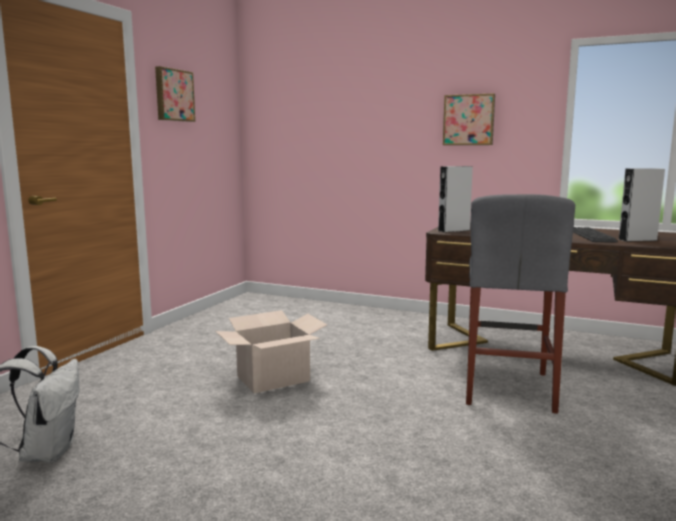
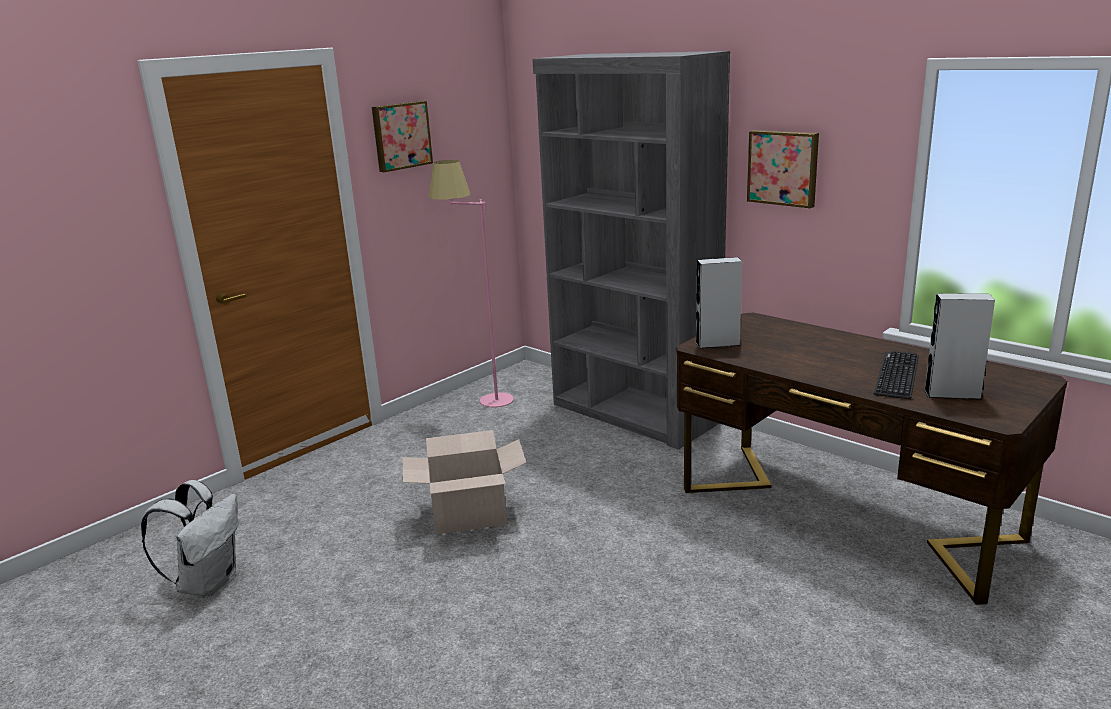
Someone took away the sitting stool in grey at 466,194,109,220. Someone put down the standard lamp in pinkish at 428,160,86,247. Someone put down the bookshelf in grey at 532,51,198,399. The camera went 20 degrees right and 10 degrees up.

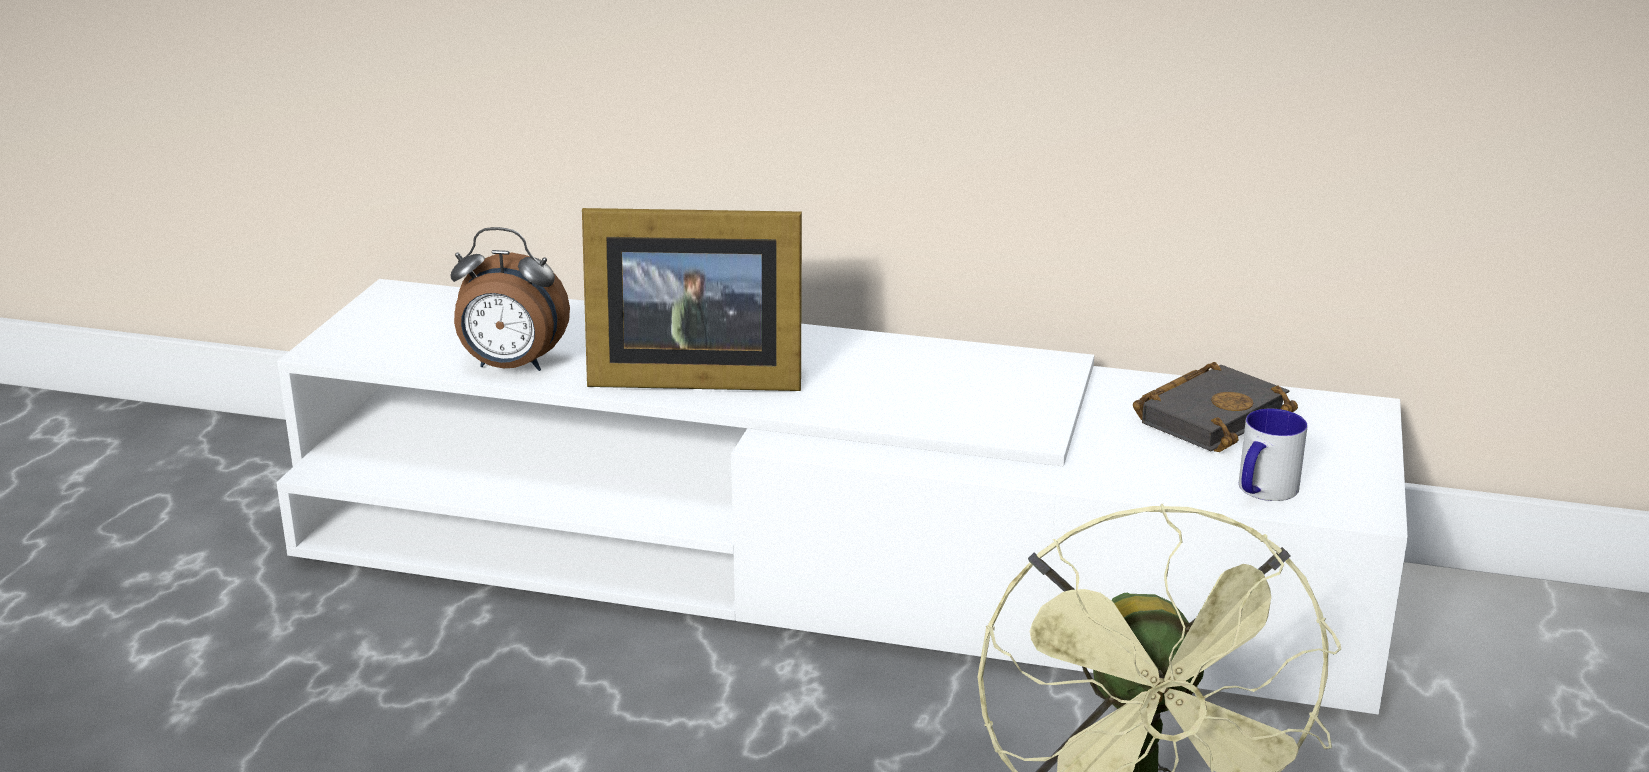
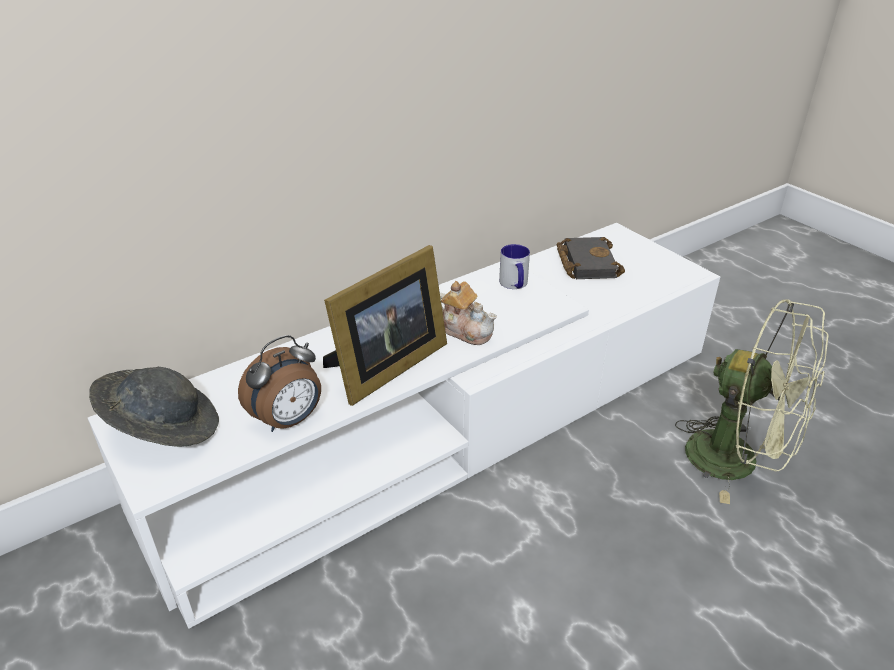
Someone carried the coffee mug from 1239,409,69,92 to 499,244,31,45. Someone put down the clothing hat in grey at 89,367,130,80. Someone put down the pot for tea at 440,281,57,64. The camera went 50 degrees left and 10 degrees up.

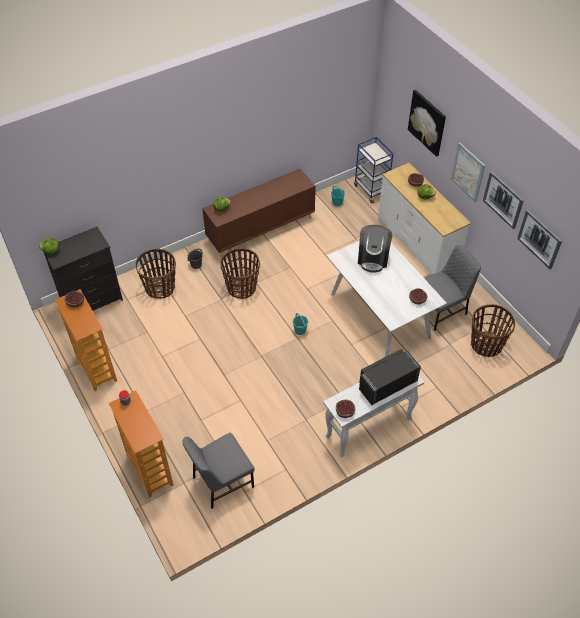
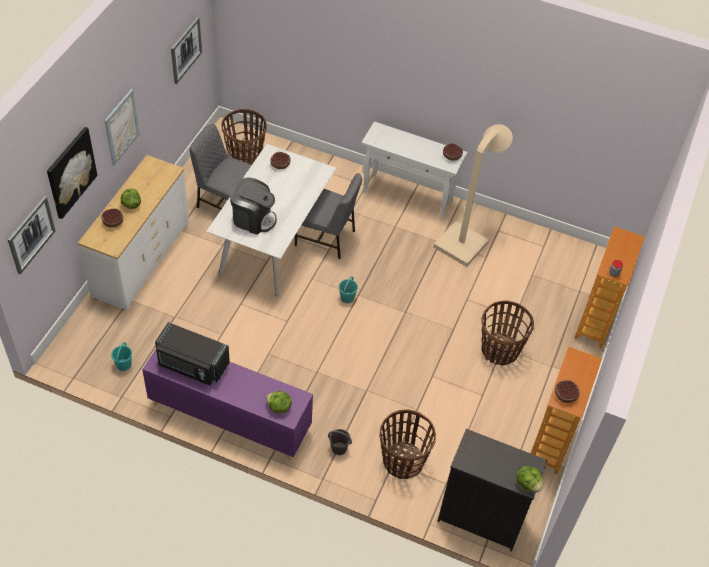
Someone carried the upright chair in grey from 182,433,73,76 to 295,173,67,86. Someone repainted the storage cabinet in brownish at 202,169,114,89, which became the storage cabinet in purplish at 142,349,171,112. Someone carried the household basket from 220,248,40,51 to 481,301,53,64. Someone took away the wheeled cart in blue at 354,137,39,66. Someone rotated the coffee maker at 358,225,34,48 by 45 degrees clockwise. Someone carried the kitchen microwave in black-coloured from 359,349,62,57 to 155,322,75,63. Someone carried the wall art from 483,171,41,58 to 8,196,47,79. Someone put down the standard lamp in sand-coloured at 433,124,80,143. The camera went 130 degrees left and 0 degrees up.

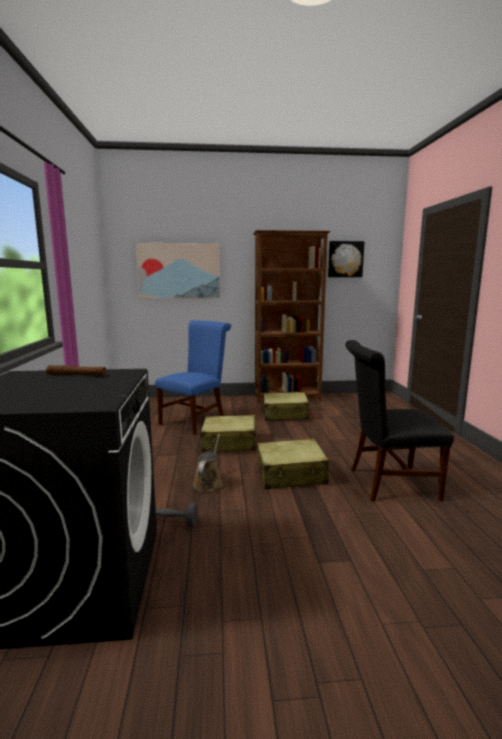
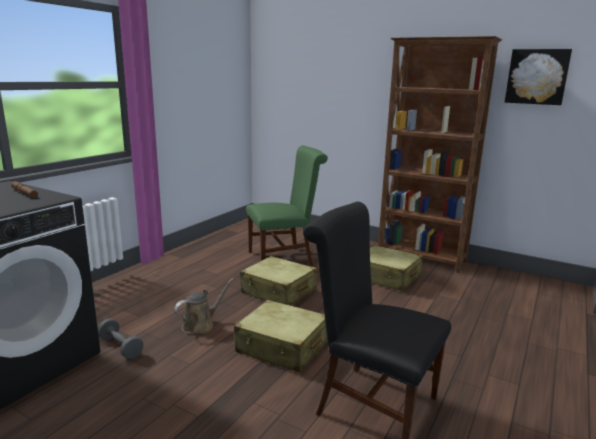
Someone took away the wall art at 136,243,84,55. Someone repainted the upright chair in blue at 155,320,76,115, which became the upright chair in greenish at 246,145,82,121. The camera went 35 degrees right and 5 degrees up.

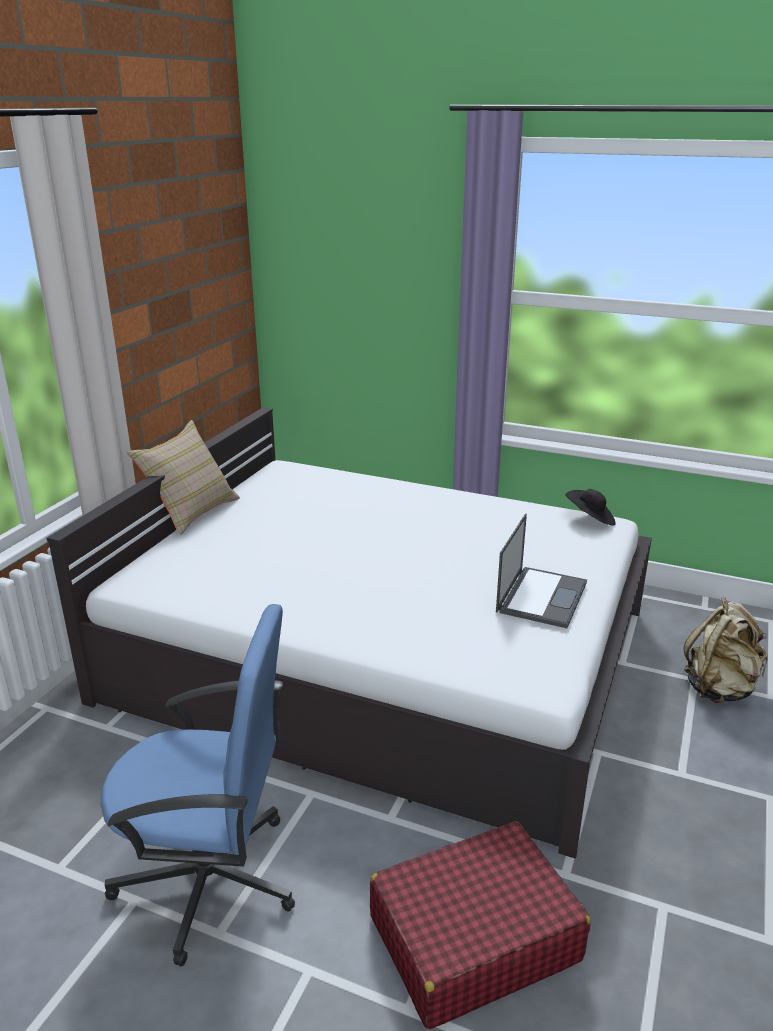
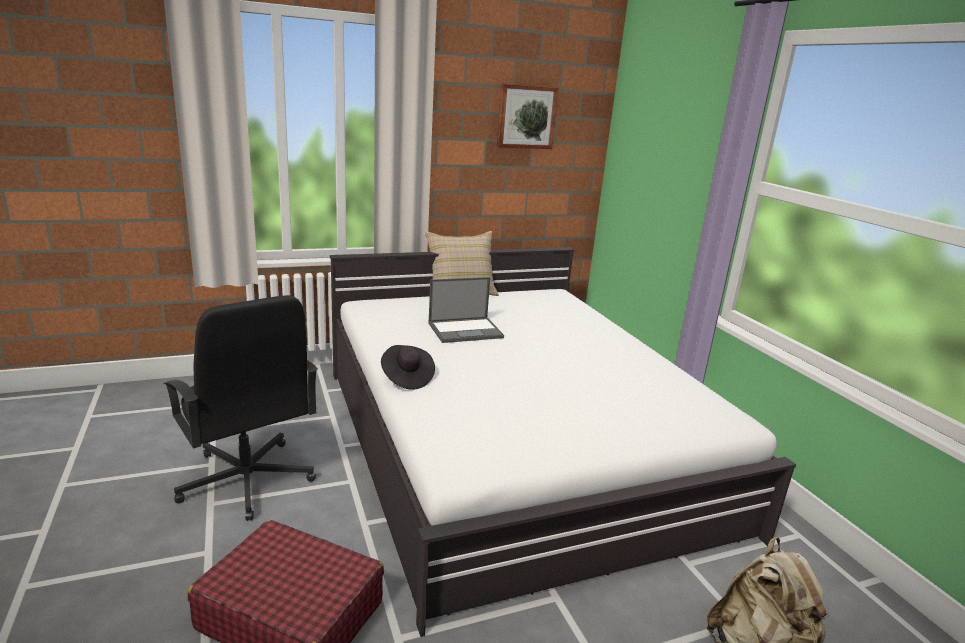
Someone repainted the office chair in blue at 101,604,194,363, which became the office chair in black-coloured at 164,295,154,226. Someone carried the notebook computer from 496,514,91,114 to 428,277,76,66. Someone carried the clothing hat in black-coloured from 565,489,51,37 to 381,345,54,45. Someone put up the wall art at 497,84,62,65. The camera went 45 degrees right and 5 degrees down.

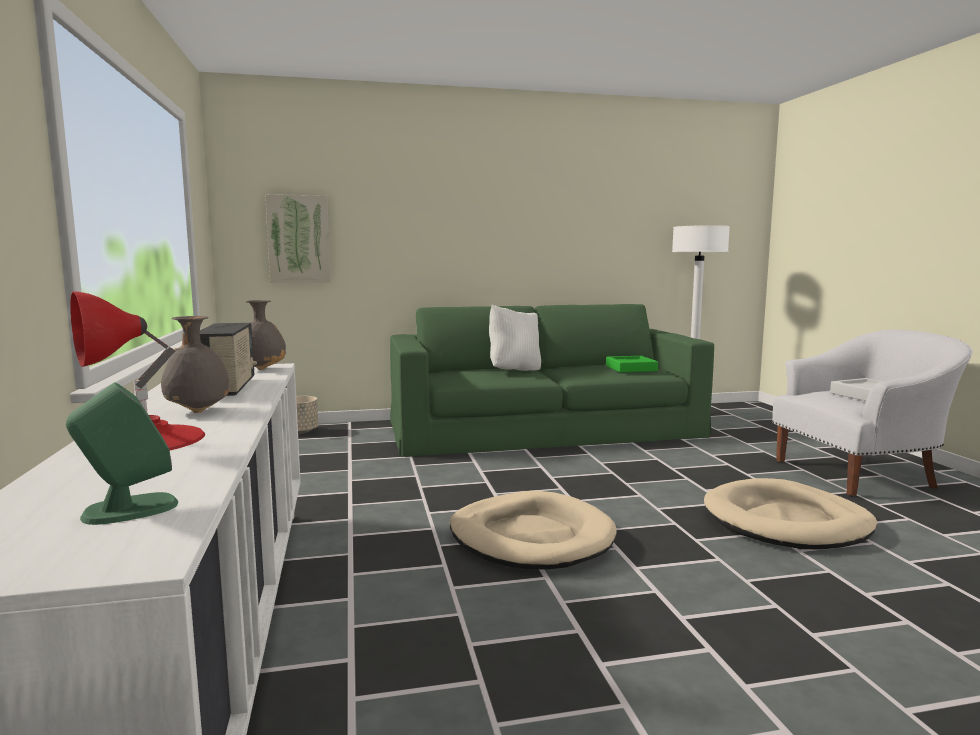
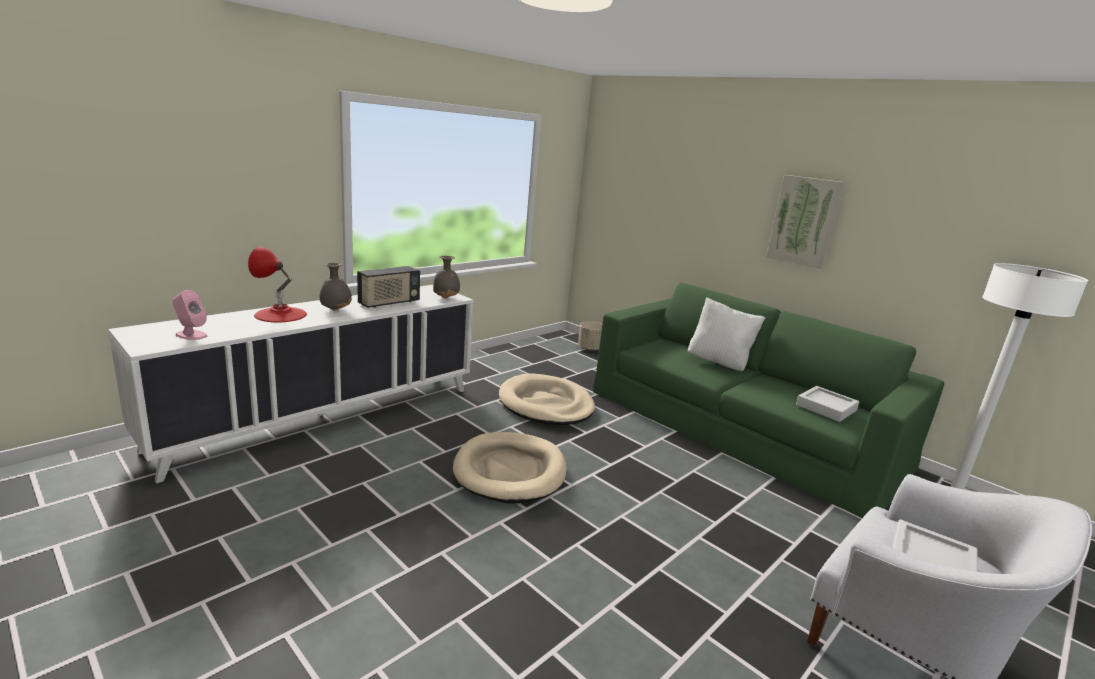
Someone repainted the speaker in greenish at 66,383,112,142, which became the speaker in pinkish at 172,290,36,50. Someone carried the wall art from 265,194,66,89 to 766,175,79,94. Someone repainted the serving tray in greenish at 606,356,52,16, which became the serving tray in grey at 796,386,63,36. Someone carried the dog bed in sand-coloured from 704,478,173,72 to 499,373,96,52. The camera went 55 degrees right and 10 degrees up.

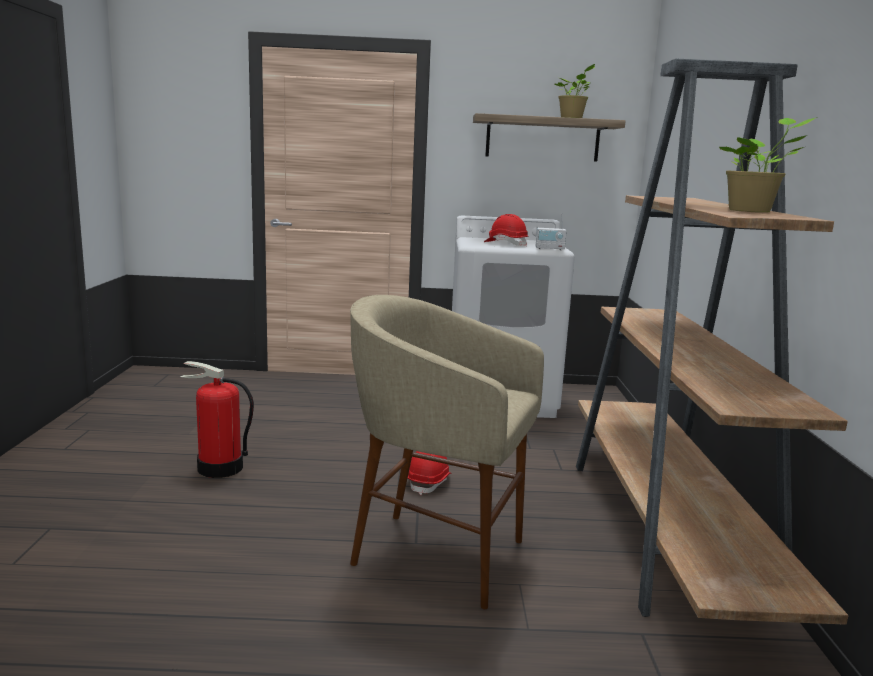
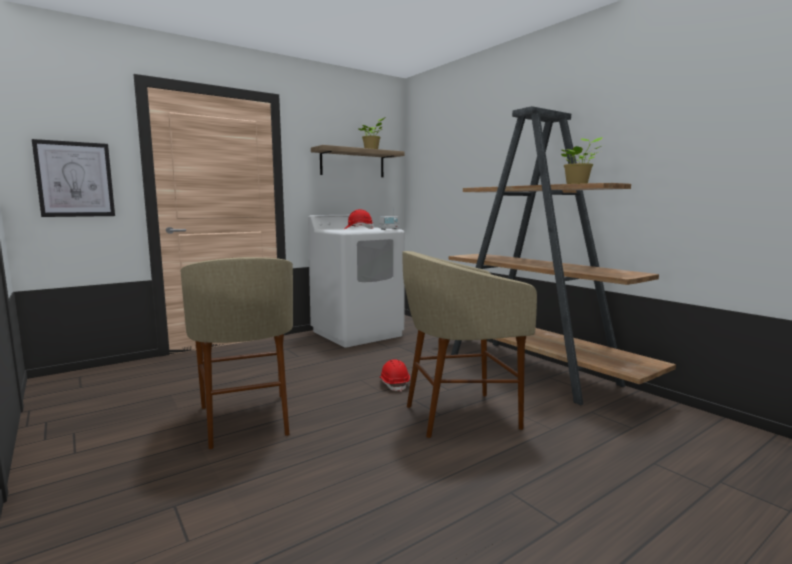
Someone swapped the fire extinguisher at 181,361,73,117 for the sitting stool in sand-coloured at 181,257,112,192. Someone put up the wall art at 32,139,83,78. The camera went 35 degrees left and 5 degrees down.

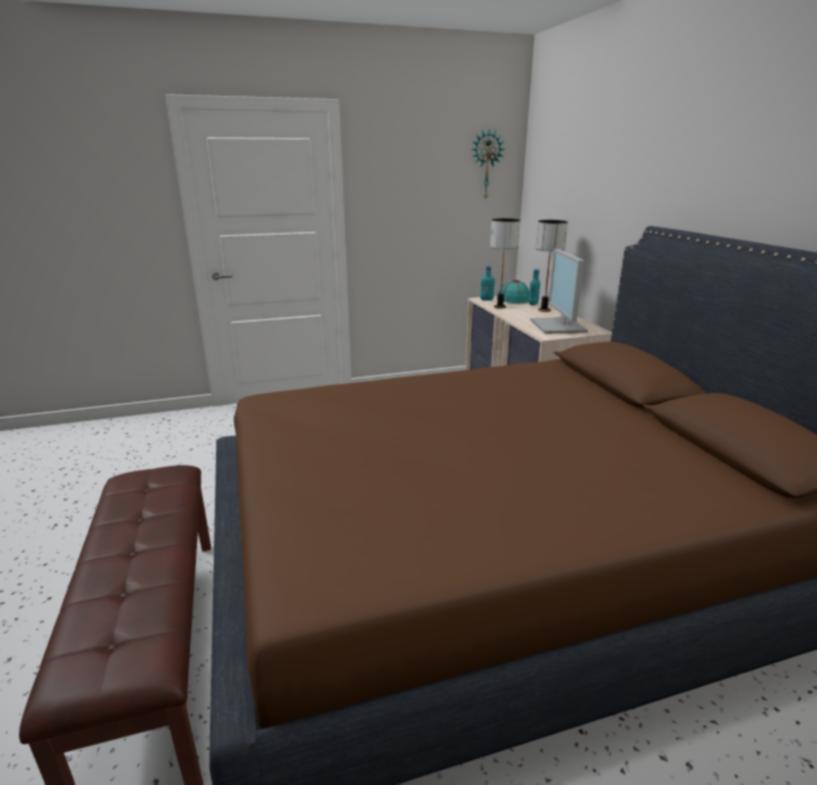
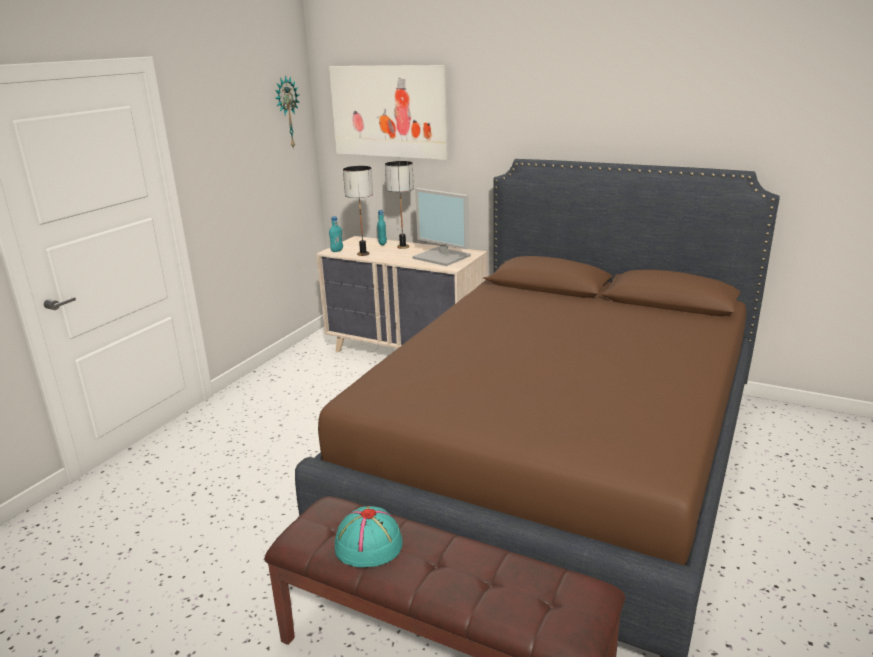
Someone carried the clothing hat in turquoise-coloured from 497,280,33,23 to 335,506,68,62. Someone put up the wall art at 329,65,120,95. The camera went 45 degrees left and 0 degrees up.

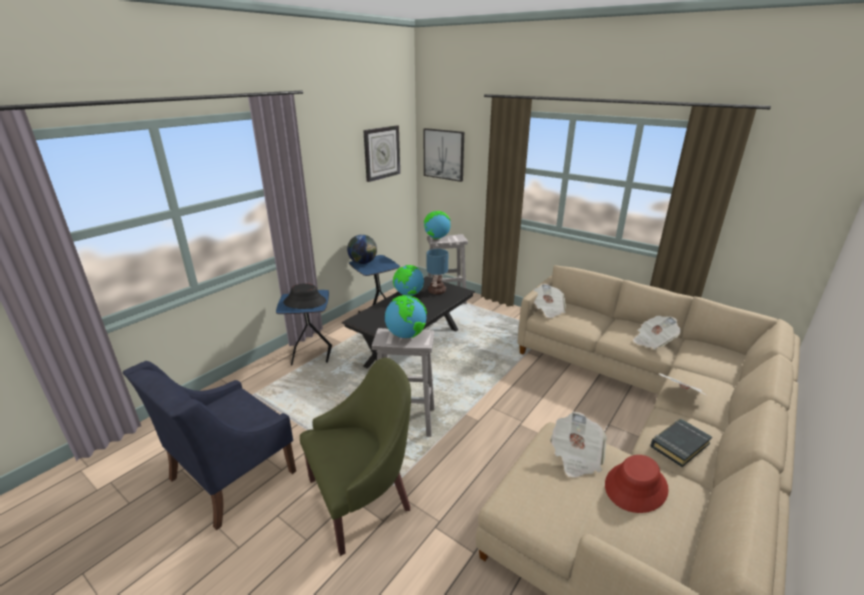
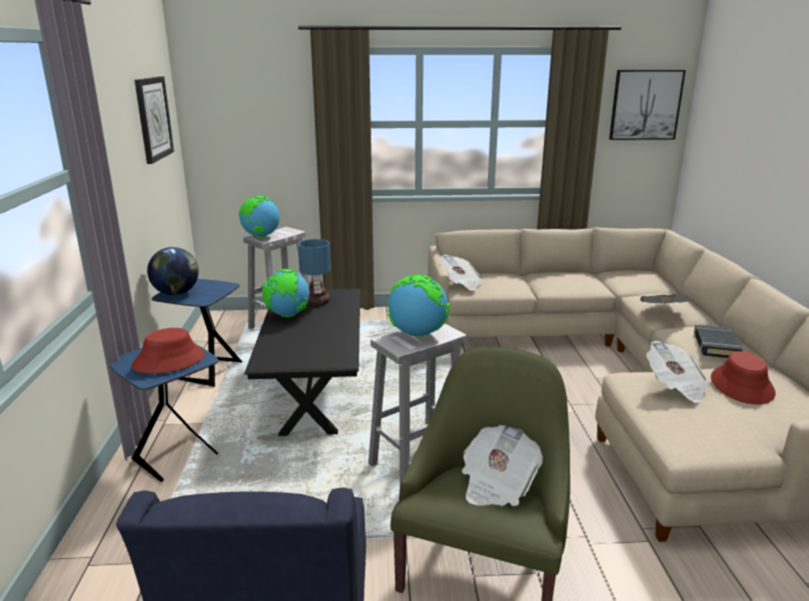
Someone repainted the clothing hat in black-coloured at 283,283,43,26, which became the clothing hat in reddish at 131,328,74,46. Someone carried the wall art from 423,128,41,54 to 609,70,77,70. Someone carried the daily paper from 633,316,48,33 to 462,425,81,81. The camera went 40 degrees left and 5 degrees down.

